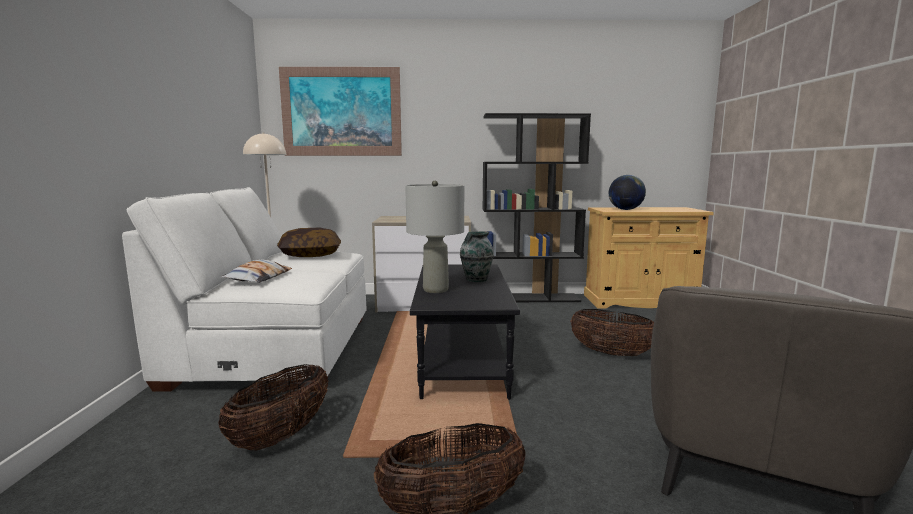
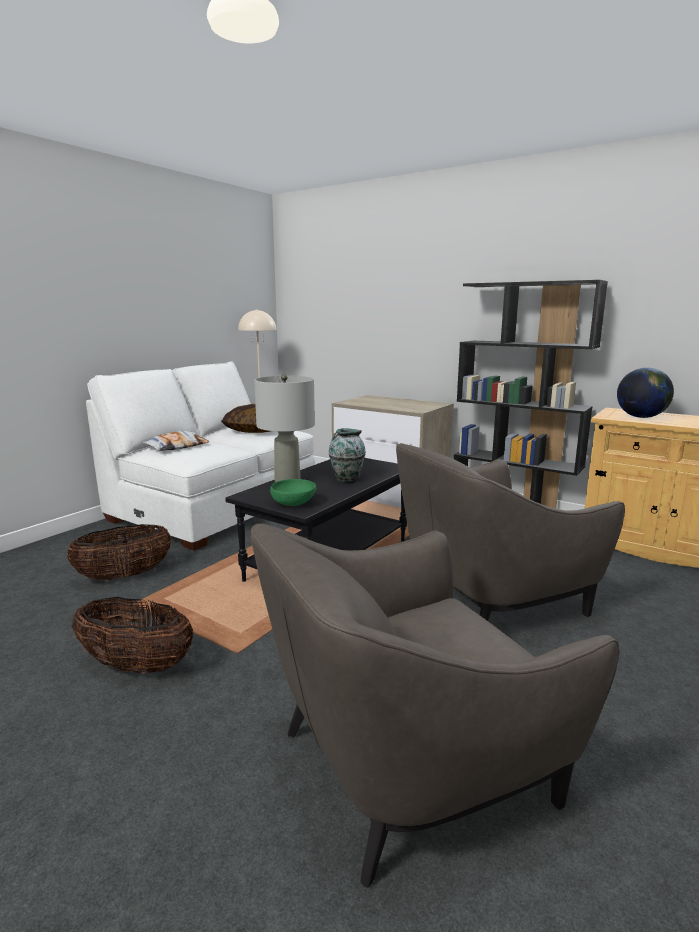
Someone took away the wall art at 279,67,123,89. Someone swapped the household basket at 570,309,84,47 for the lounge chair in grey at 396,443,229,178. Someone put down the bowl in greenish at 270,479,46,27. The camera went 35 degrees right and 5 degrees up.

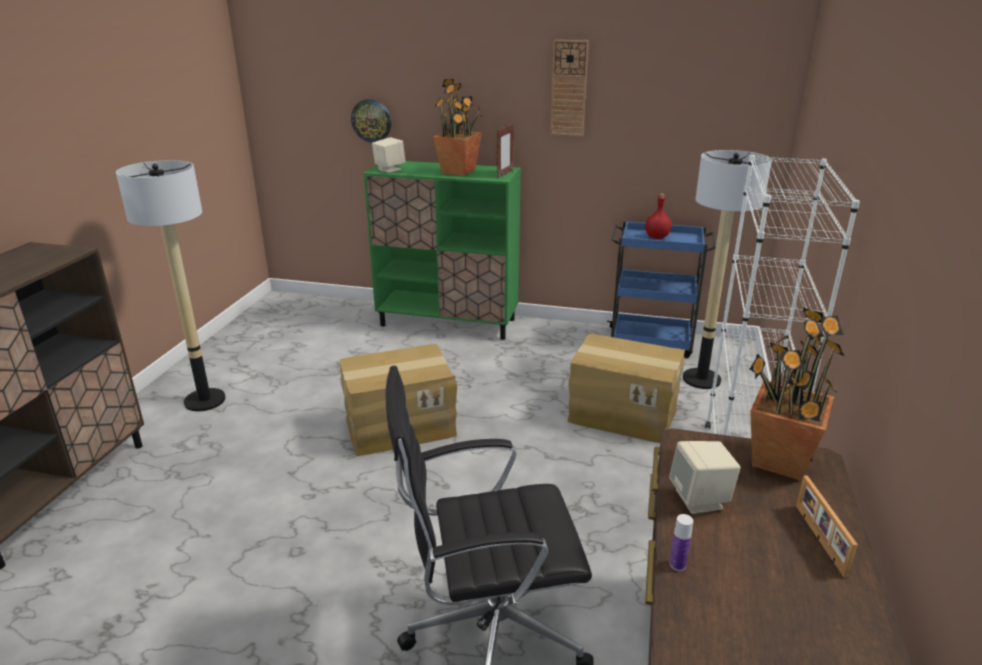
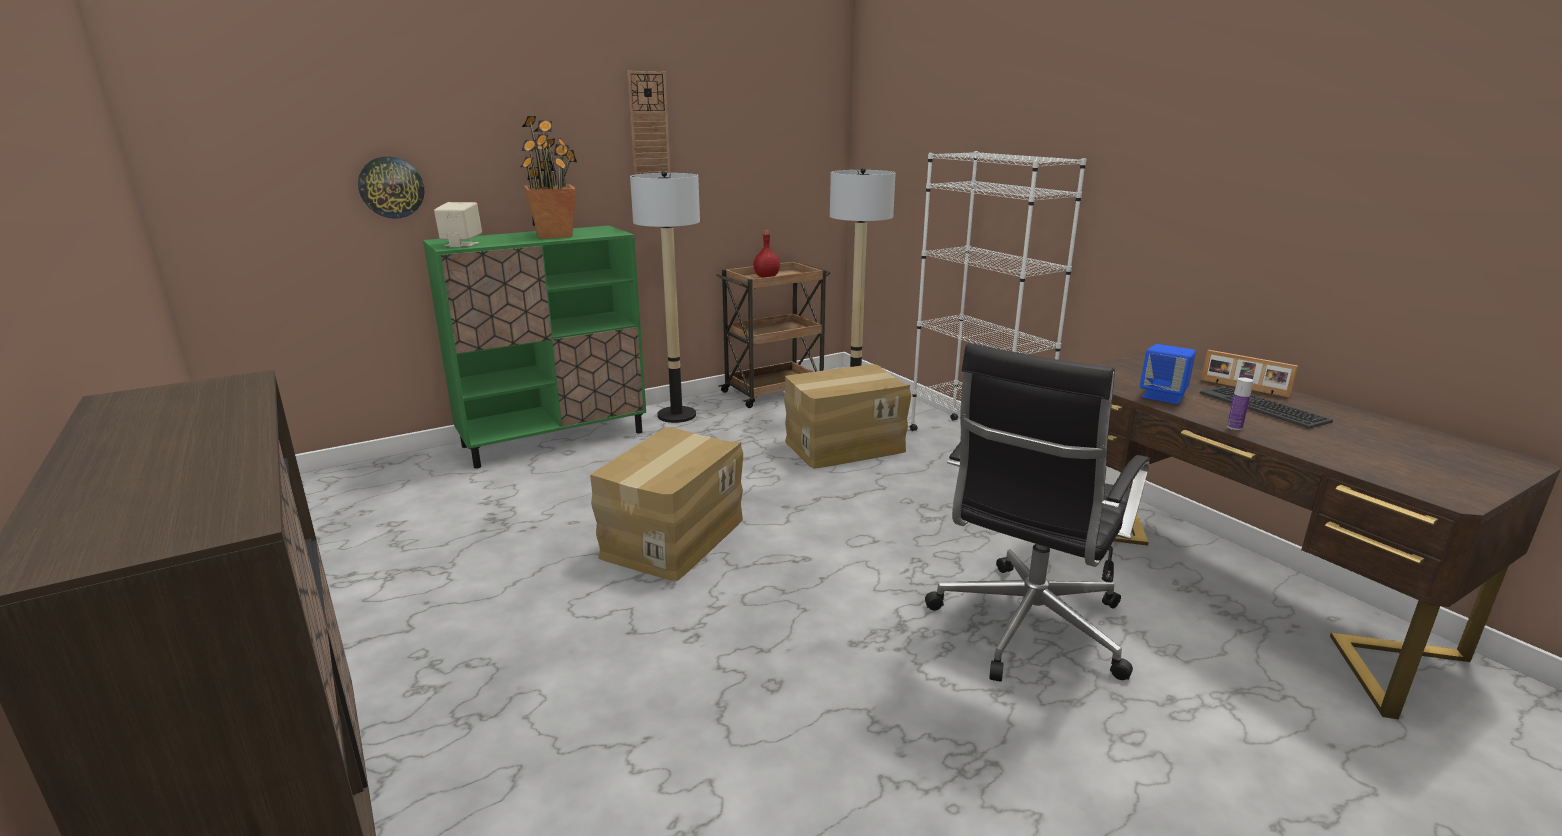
Someone carried the standard lamp from 116,160,110,251 to 630,171,70,252. Someone took away the standing frame at 497,124,17,54. Someone repainted the wheeled cart in blue at 607,221,109,137, which became the wheeled cart in brownish at 716,261,115,147. Someone repainted the speaker in sand-coloured at 669,441,72,73, which became the speaker in blue at 1140,344,56,60. Someone took away the plant in a pot at 750,308,95,172. Someone put down the PC keyboard at 1200,386,133,43. The camera went 45 degrees left and 5 degrees down.

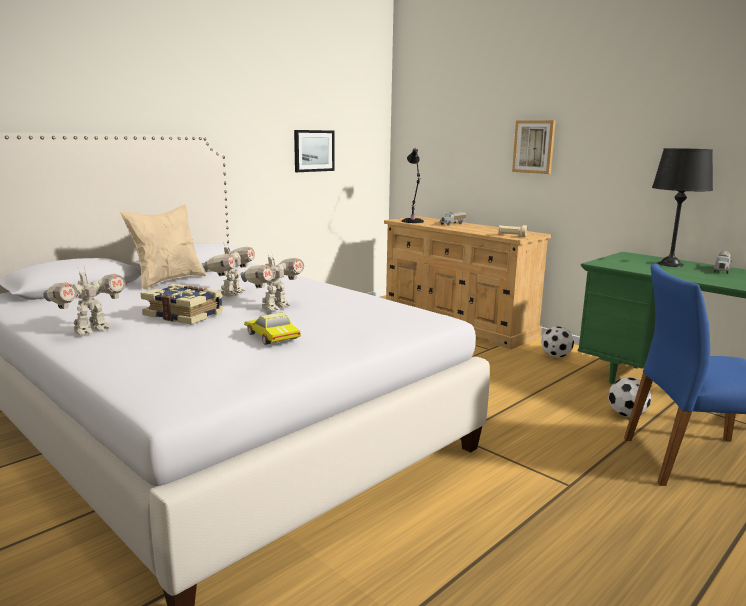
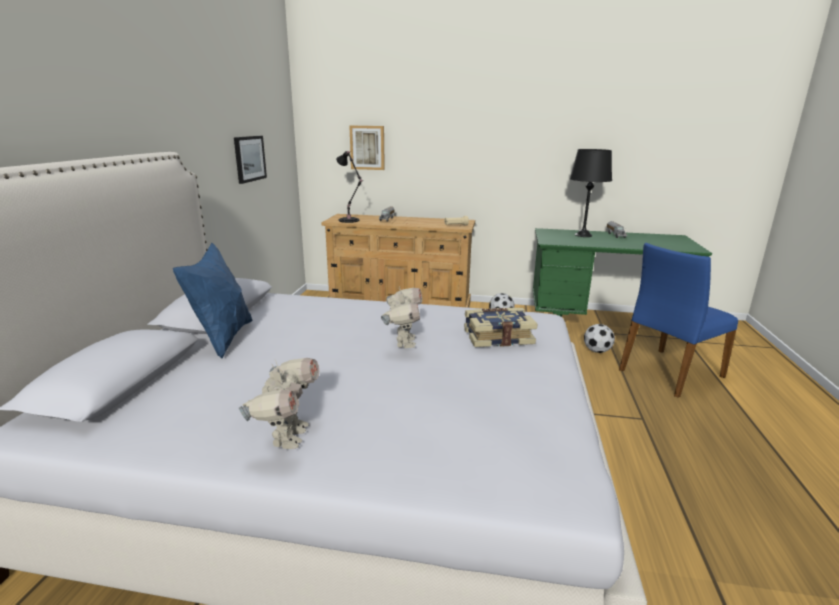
Someone repainted the cushion in sand-coloured at 120,204,86,86, which became the cushion in blue at 173,243,79,115. Someone carried the bound book from 141,284,82,41 to 464,308,74,39. Someone took away the toy robot at 202,242,53,55. Someone took away the miniature car at 244,312,57,33. Someone carried the wall art from 512,120,44,54 to 349,126,36,44. The camera went 35 degrees left and 5 degrees up.

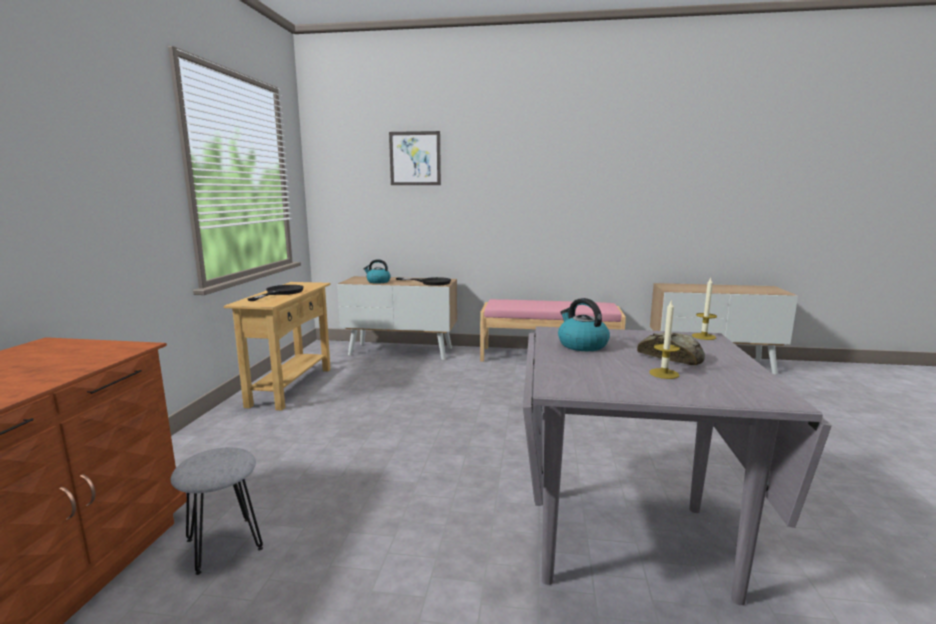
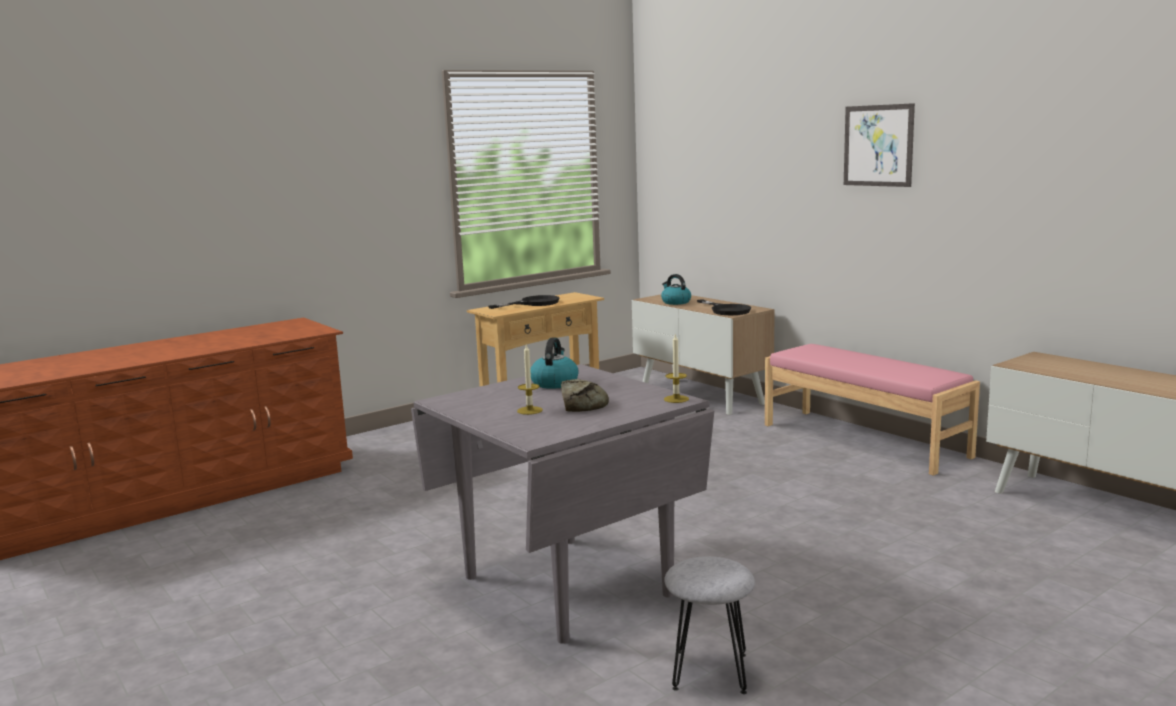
Someone carried the sitting stool in grey from 171,447,92,128 to 664,556,91,138. Someone carried the wall art from 389,131,52,54 to 844,103,71,84. The camera went 45 degrees right and 0 degrees up.

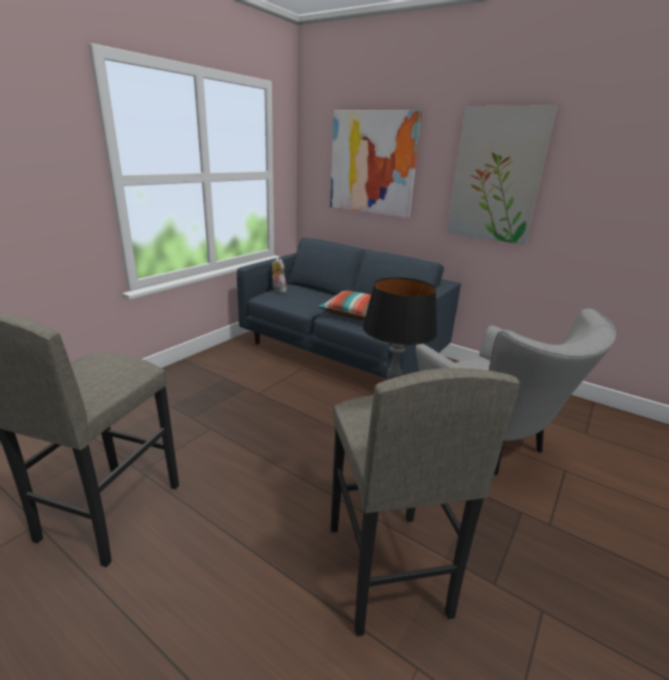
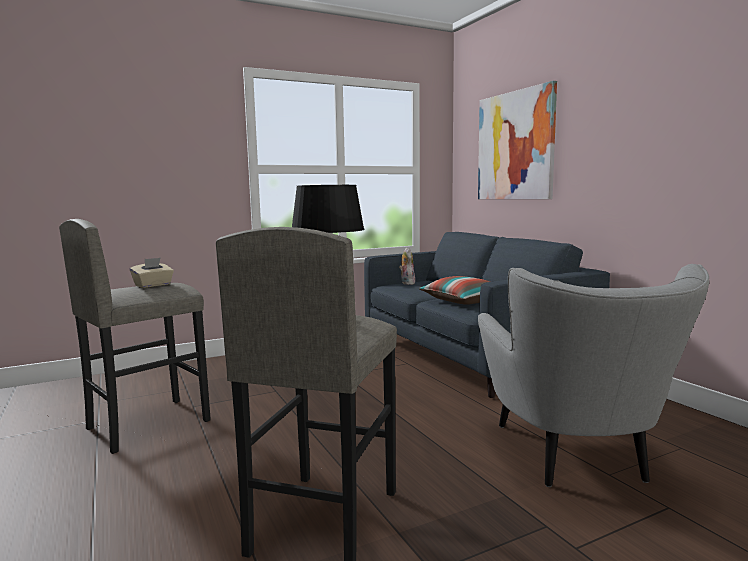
Someone took away the wall art at 446,105,111,140. Someone put down the tissue holder in sand-coloured at 130,258,44,30. The camera went 30 degrees right and 15 degrees down.

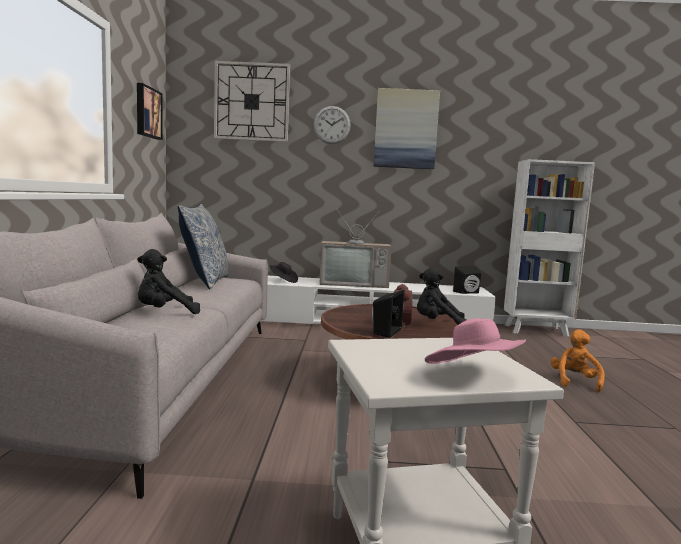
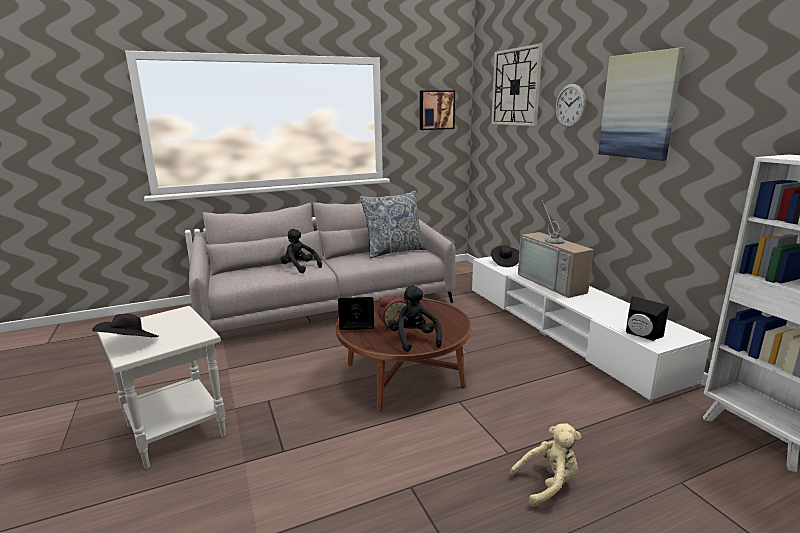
Someone repainted the clothing hat in pinkish at 425,318,101,46, which became the clothing hat in black-coloured at 92,314,67,23. Someone repainted the plush toy in orange at 551,329,54,63, which became the plush toy in sand-coloured at 510,423,71,84. The camera went 65 degrees right and 10 degrees up.

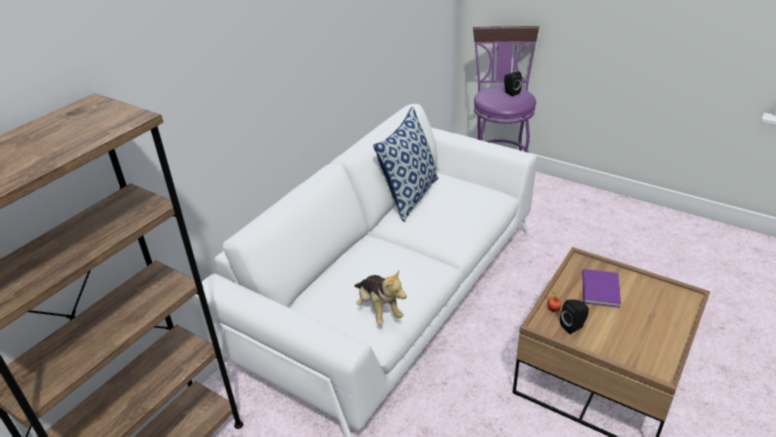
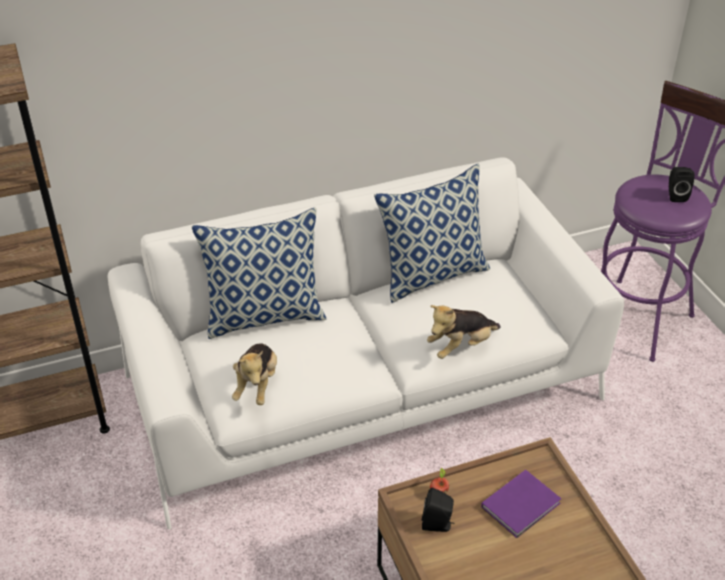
Someone put down the cushion at 192,208,135,131. Someone put down the plush toy at 427,305,74,54. The camera went 35 degrees right and 5 degrees up.

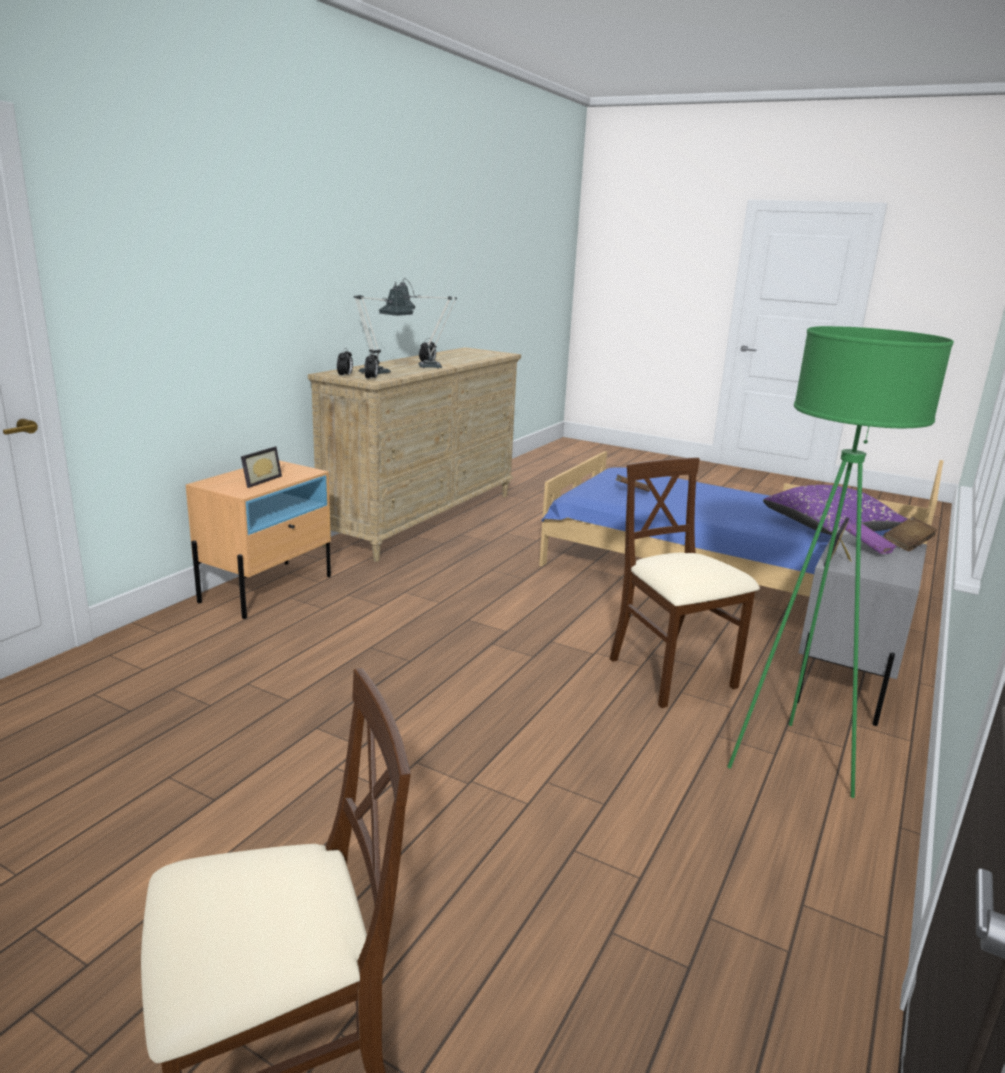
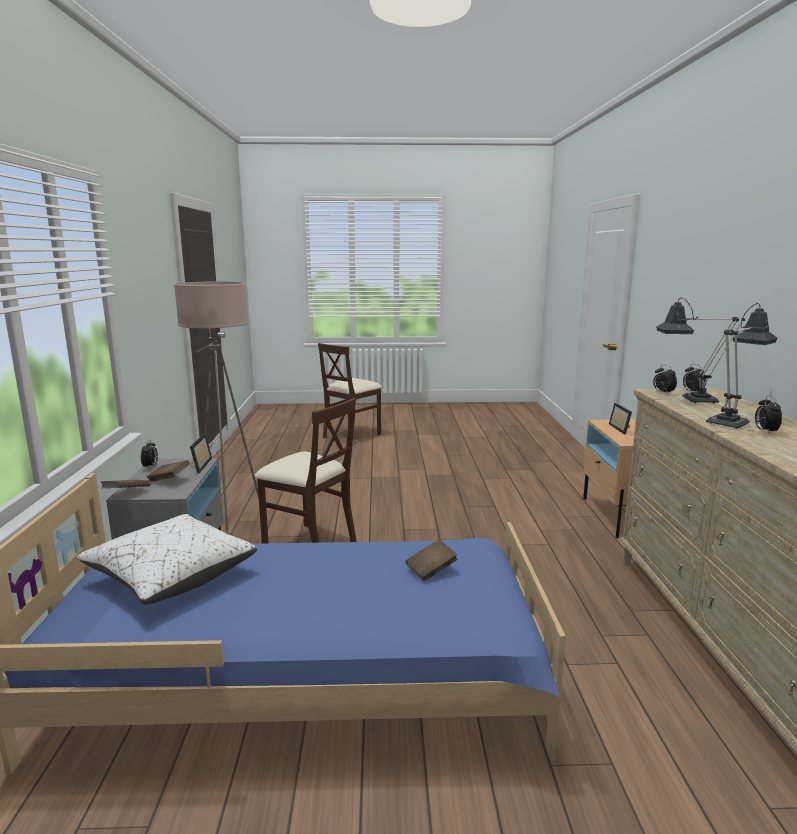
Someone repainted the standard lamp in greenish at 727,326,227,472, which became the standard lamp in sand-coloured at 174,281,85,253. Someone repainted the cushion in purplish at 763,485,145,50, which became the cushion in white at 77,514,180,90. Someone repainted the bound book in purplish at 845,523,52,31, which became the bound book in brownish at 147,460,43,22. Someone put down the bedside clock at 141,440,17,29. The camera went 150 degrees right and 5 degrees down.

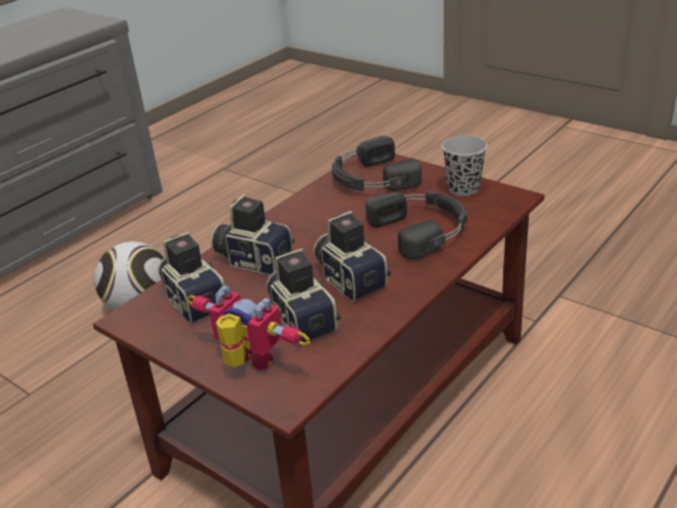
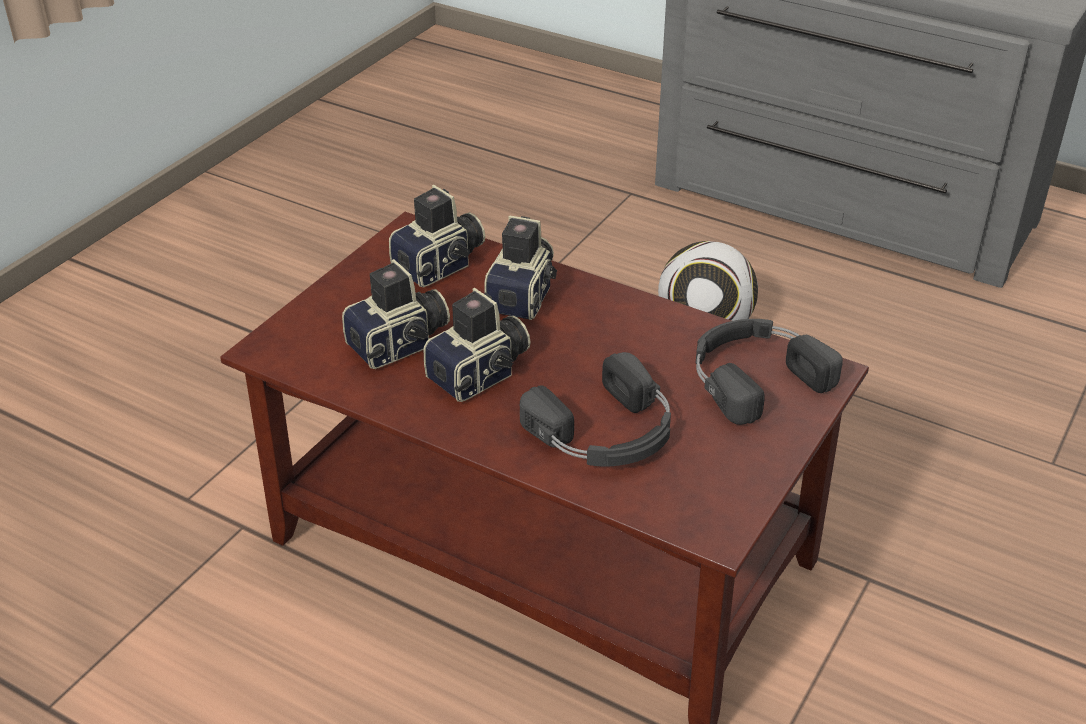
Someone took away the toy robot at 186,286,124,84. Someone took away the drinking cup in black-coloured at 442,135,45,61. The camera went 80 degrees right and 5 degrees up.

